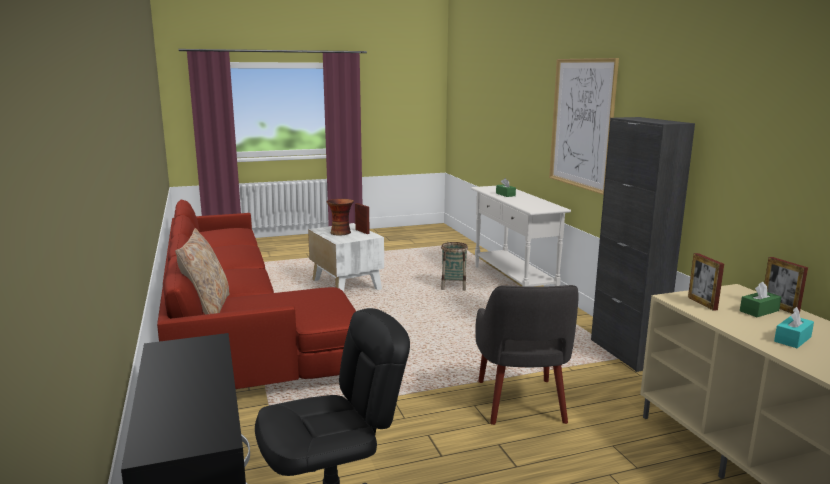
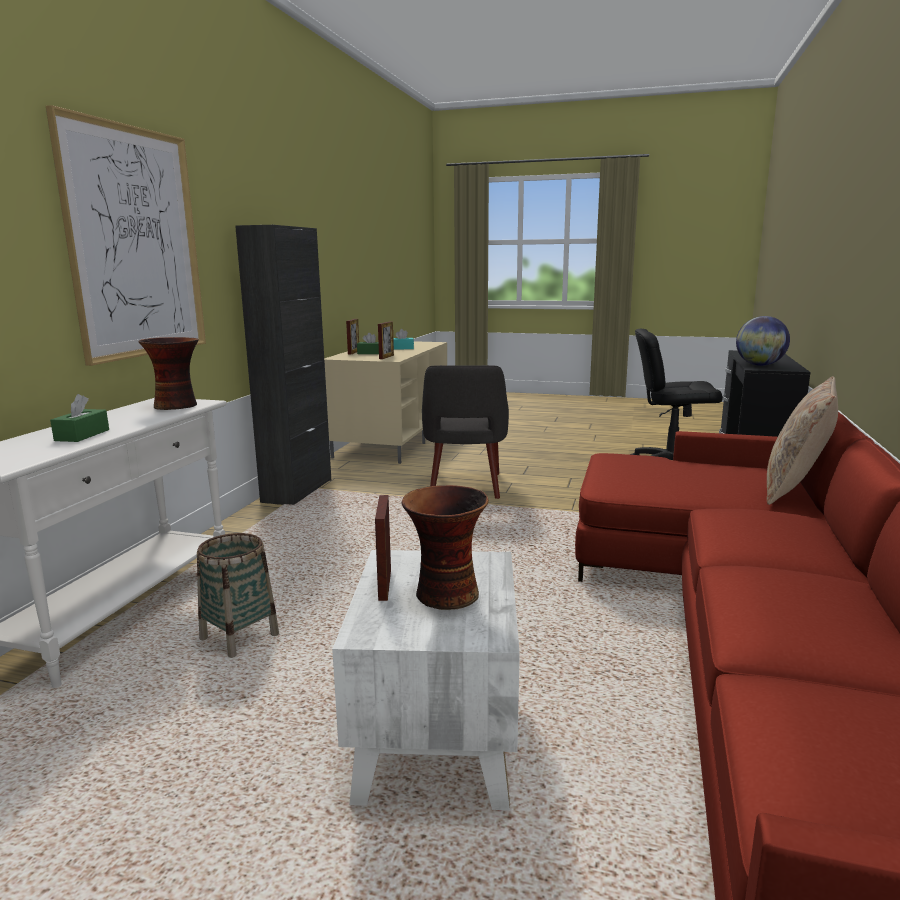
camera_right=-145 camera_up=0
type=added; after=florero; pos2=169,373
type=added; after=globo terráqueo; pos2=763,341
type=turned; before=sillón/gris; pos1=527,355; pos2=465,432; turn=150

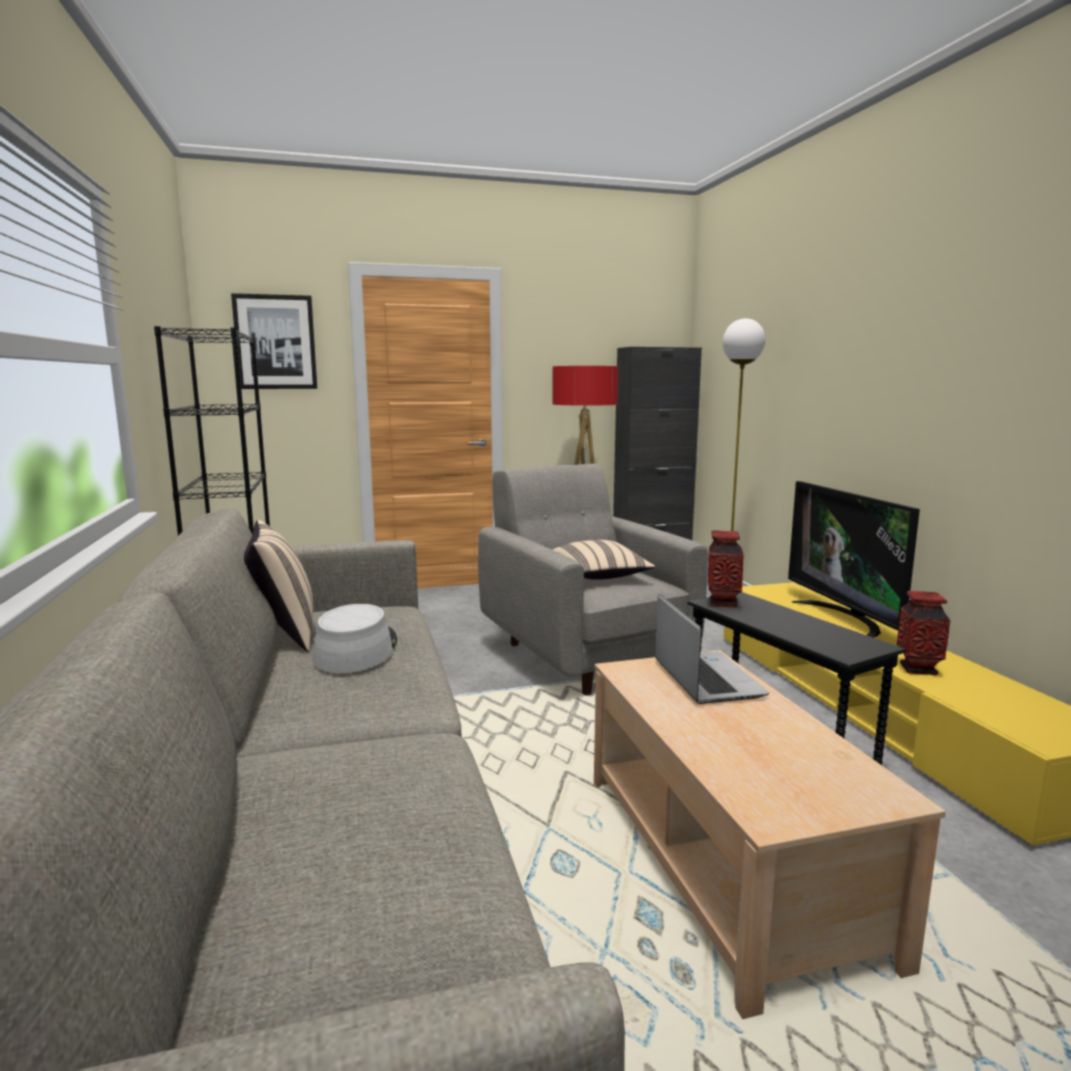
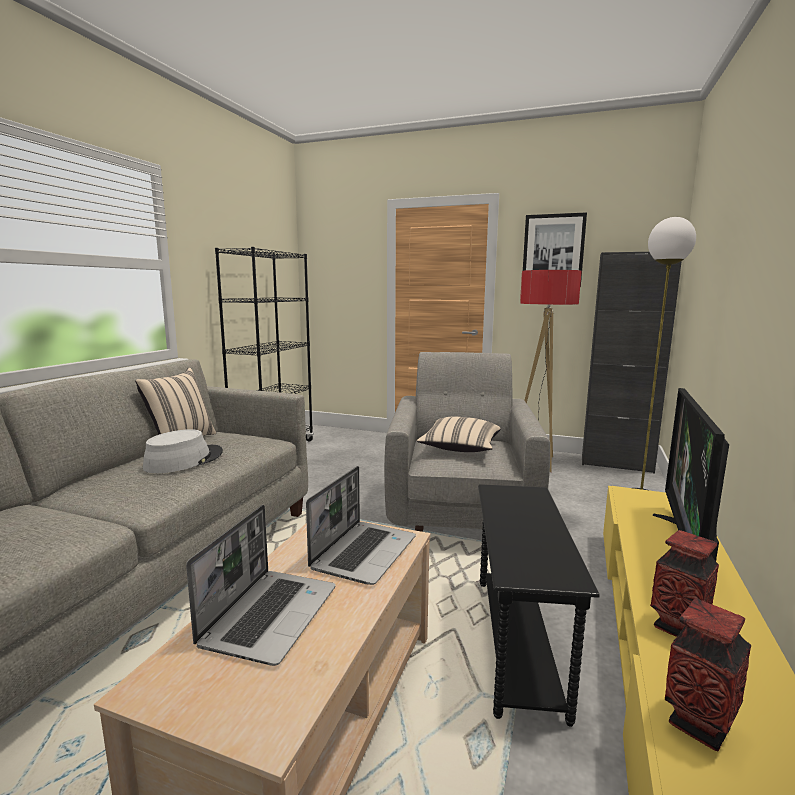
camera_right=35 camera_up=0
type=added; after=portátil; pos2=261,585
type=moved; before=cuadro; pos1=274,341; pos2=555,249
type=moved; before=florero; pos1=726,568; pos2=708,674

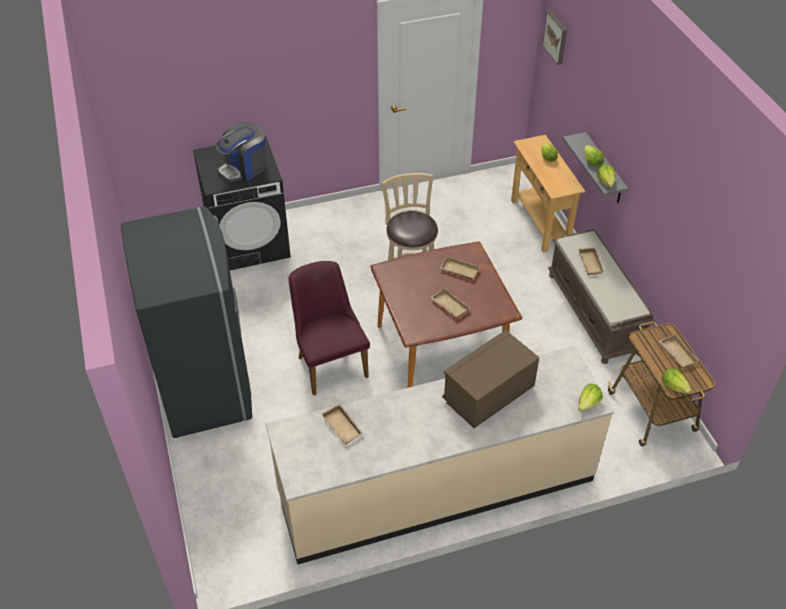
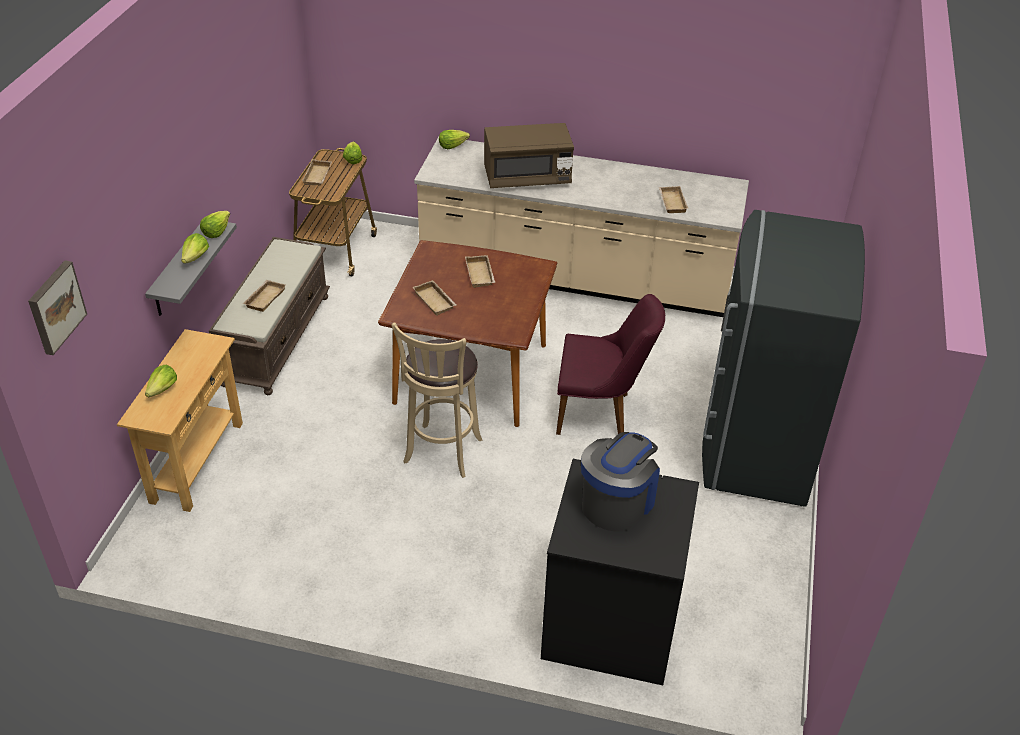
camera_right=-150 camera_up=-5
type=turned; before=cafetera; pos1=241,152; pos2=620,482; turn=-45
type=turned; before=silla/morado; pos1=329,328; pos2=610,364; turn=-90

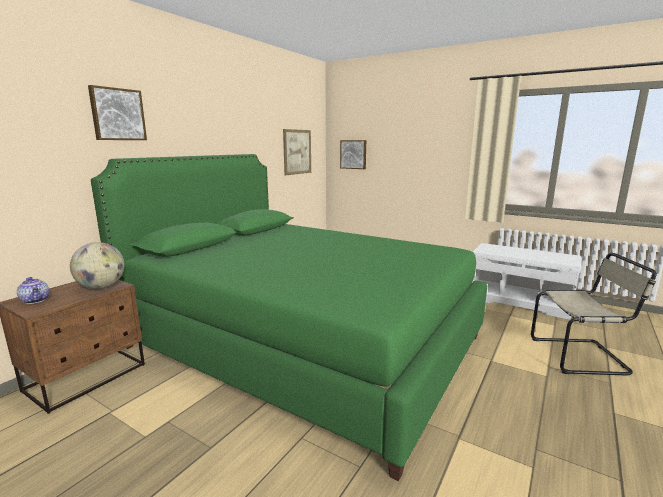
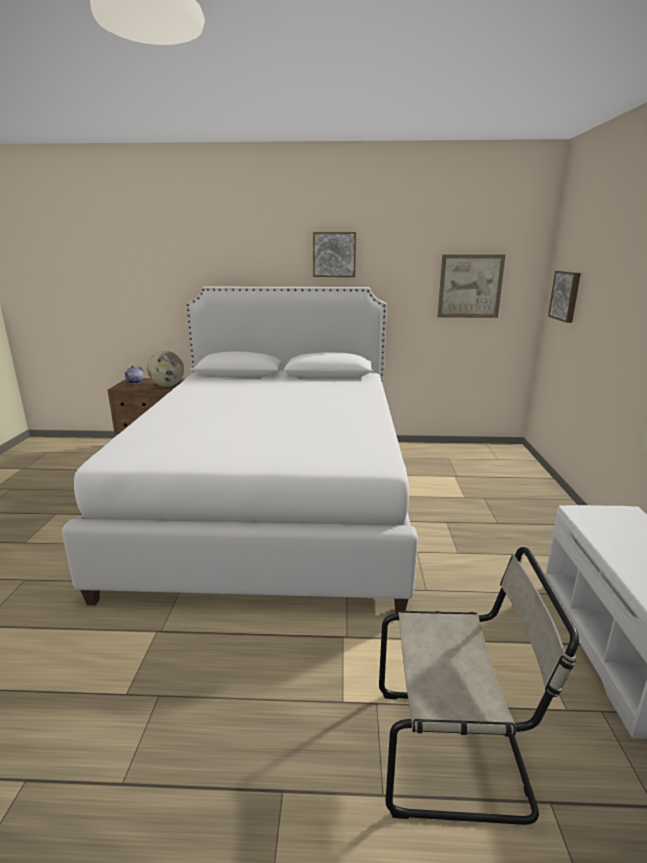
camera_right=60 camera_up=5
type=moved; before=cuadro; pos1=117,112; pos2=334,254
type=recoloured; before=cama/verde; after=cama/blanco; pos1=289,317; pos2=240,450
type=turned; before=silla/beis; pos1=594,314; pos2=479,686; turn=-60

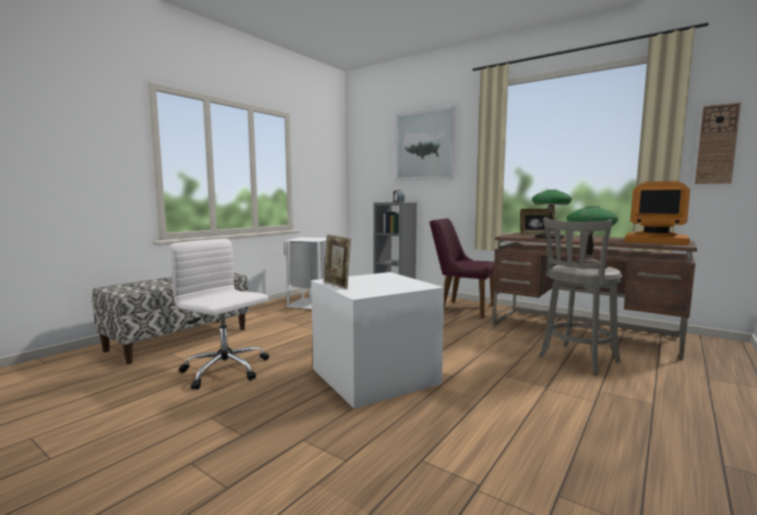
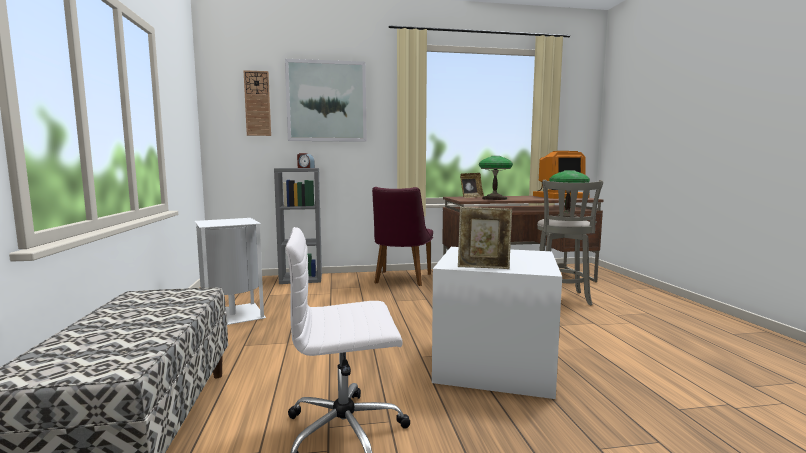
camera_right=-45 camera_up=0
type=moved; before=reloj de pared; pos1=718,143; pos2=257,103
type=turned; before=silla/morado; pos1=462,268; pos2=402,236; turn=-60

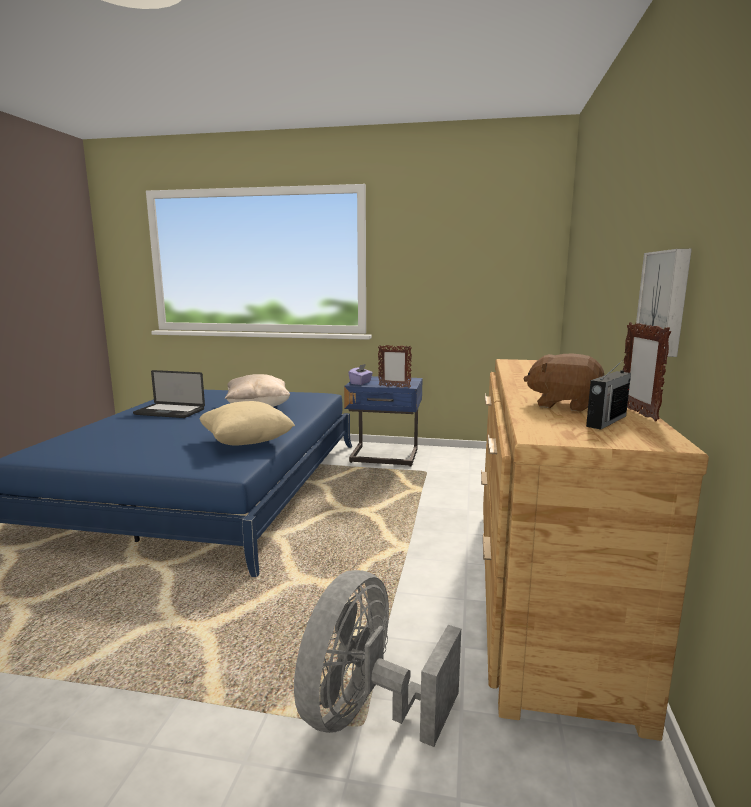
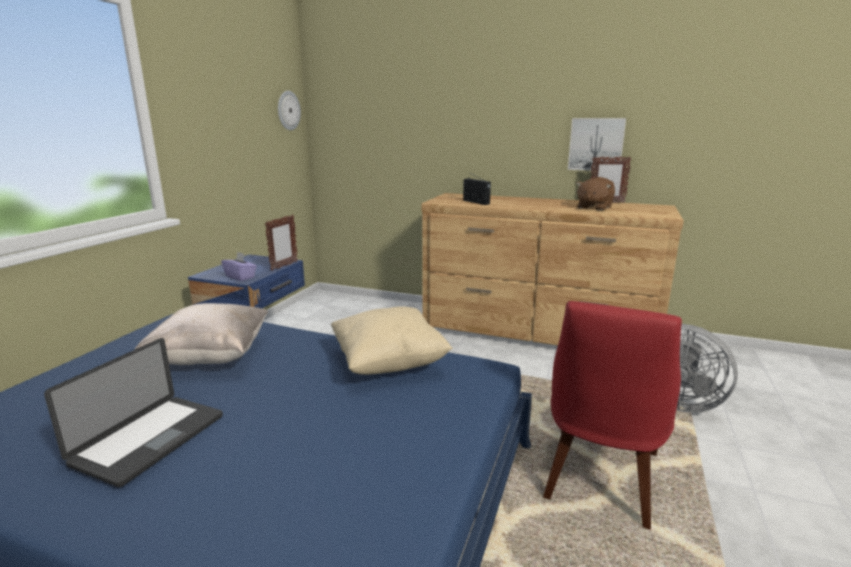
camera_right=-80 camera_up=5
type=added; after=reloj de pared; pos2=289,110
type=added; after=silla/rojo; pos2=612,415
type=moved; before=radio; pos1=608,395; pos2=477,189

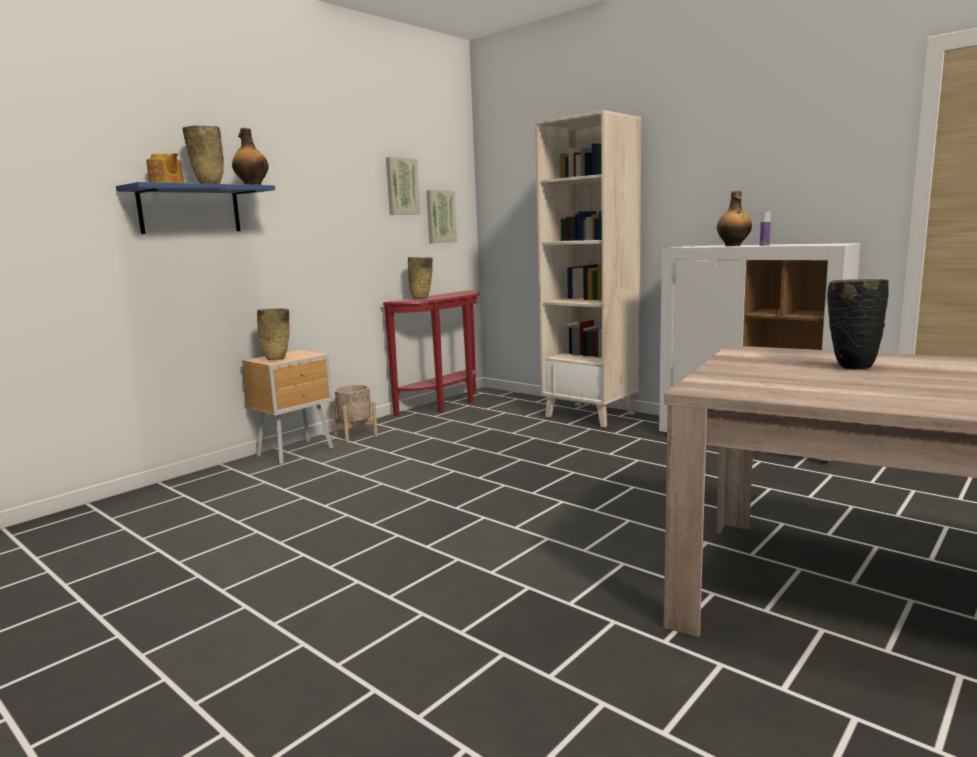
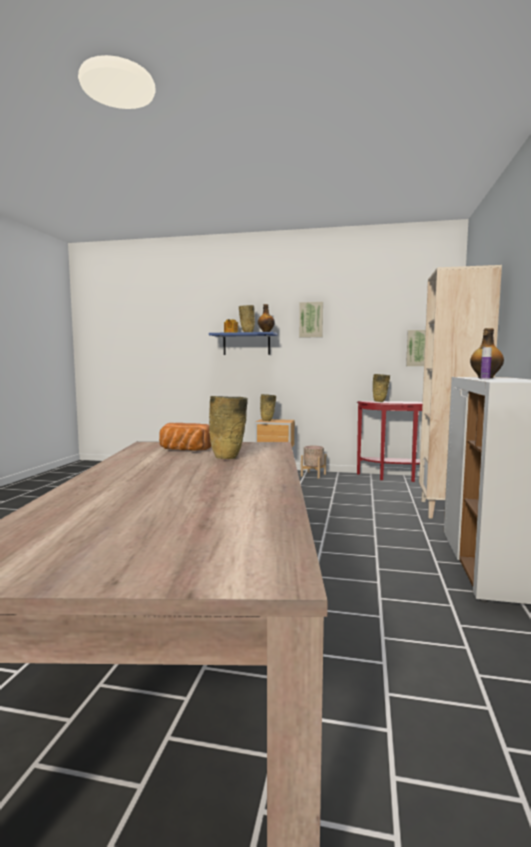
camera_right=60 camera_up=-5
type=added; after=pan; pos2=185,437
type=moved; before=cuadro; pos1=403,186; pos2=311,320
type=recoloured; before=florero/negro; after=florero/beis; pos1=858,324; pos2=228,427

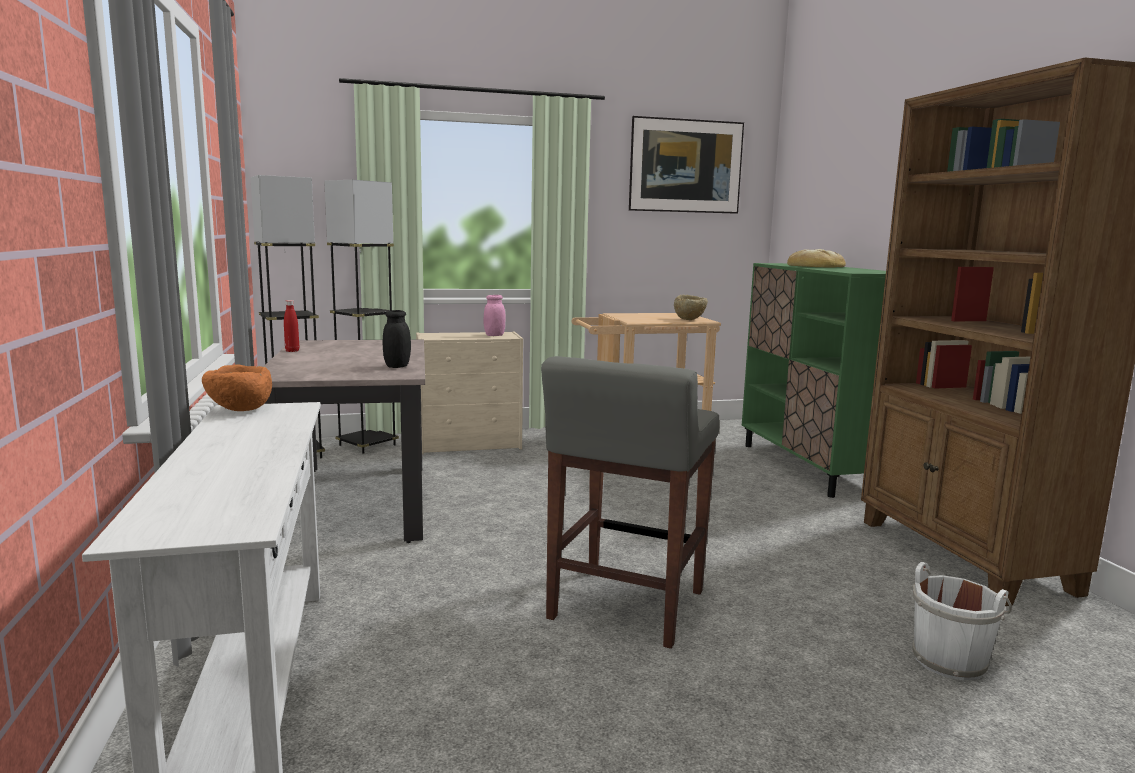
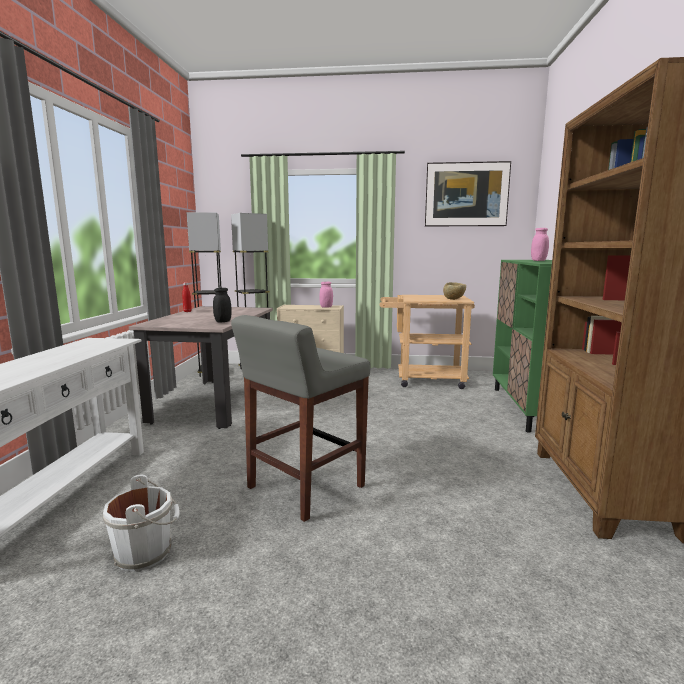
camera_right=20 camera_up=0
type=removed; before=cuenco/naranja; pos1=237,388
type=moved; before=cubo/blanco; pos1=962,621; pos2=141,523
type=replaced; before=pan; after=tarro/rosa; pos1=816,258; pos2=540,244

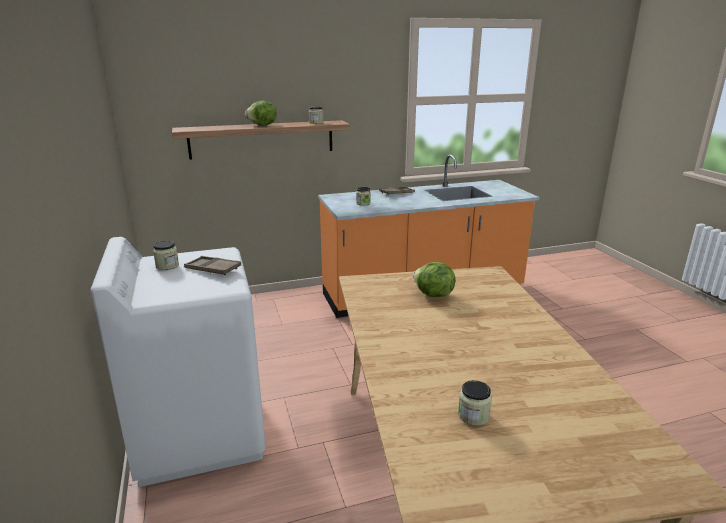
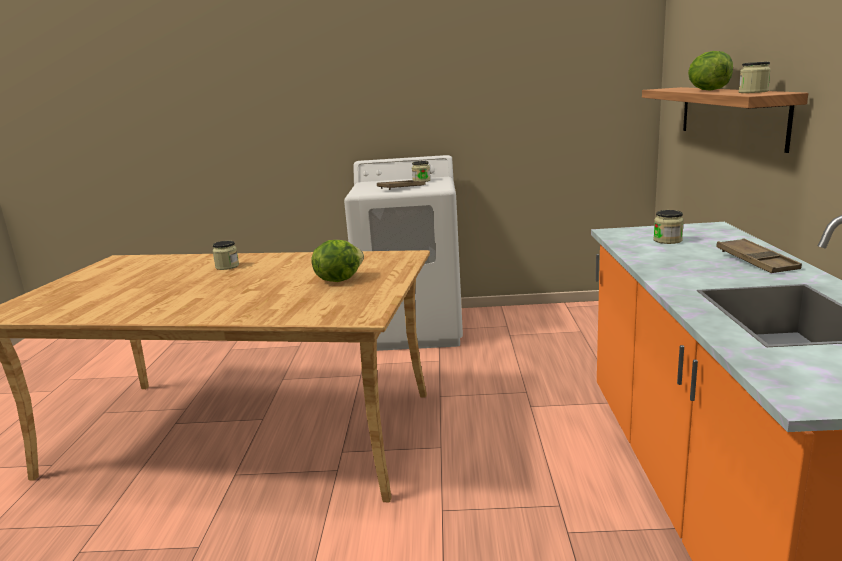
camera_right=110 camera_up=-5
type=moved; before=tarro; pos1=475,403; pos2=225,255

